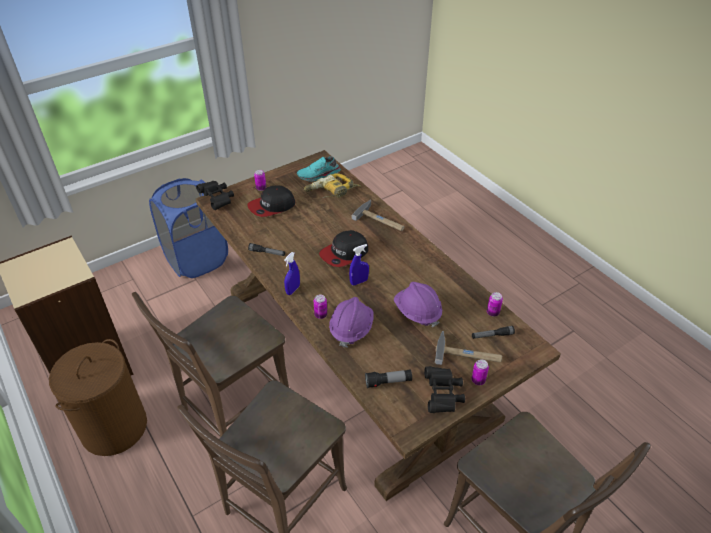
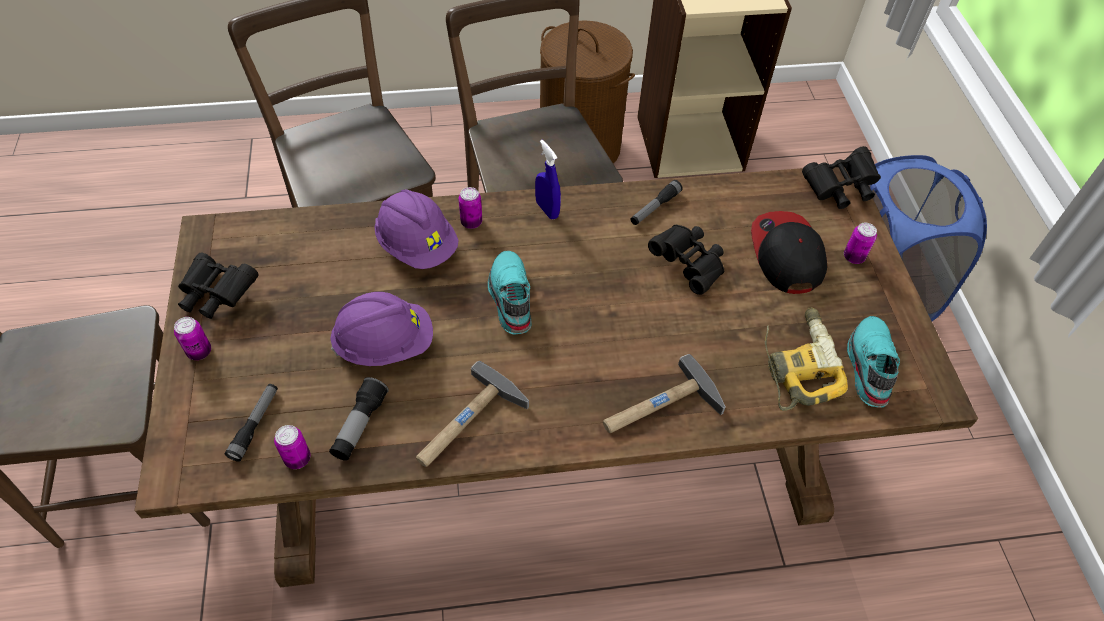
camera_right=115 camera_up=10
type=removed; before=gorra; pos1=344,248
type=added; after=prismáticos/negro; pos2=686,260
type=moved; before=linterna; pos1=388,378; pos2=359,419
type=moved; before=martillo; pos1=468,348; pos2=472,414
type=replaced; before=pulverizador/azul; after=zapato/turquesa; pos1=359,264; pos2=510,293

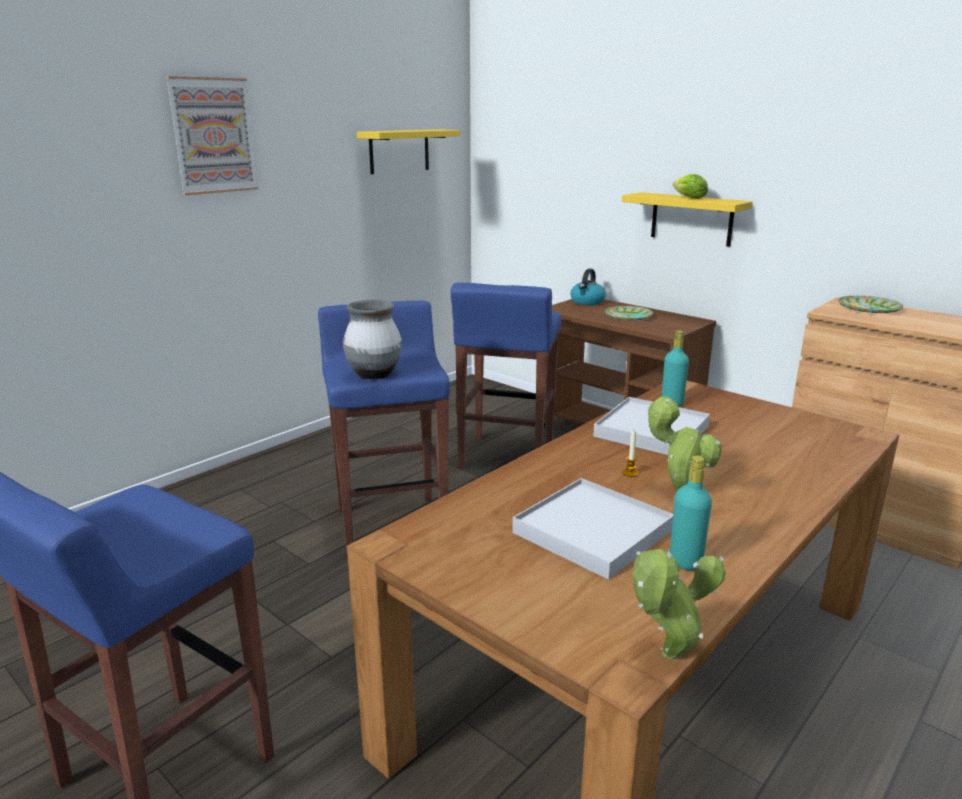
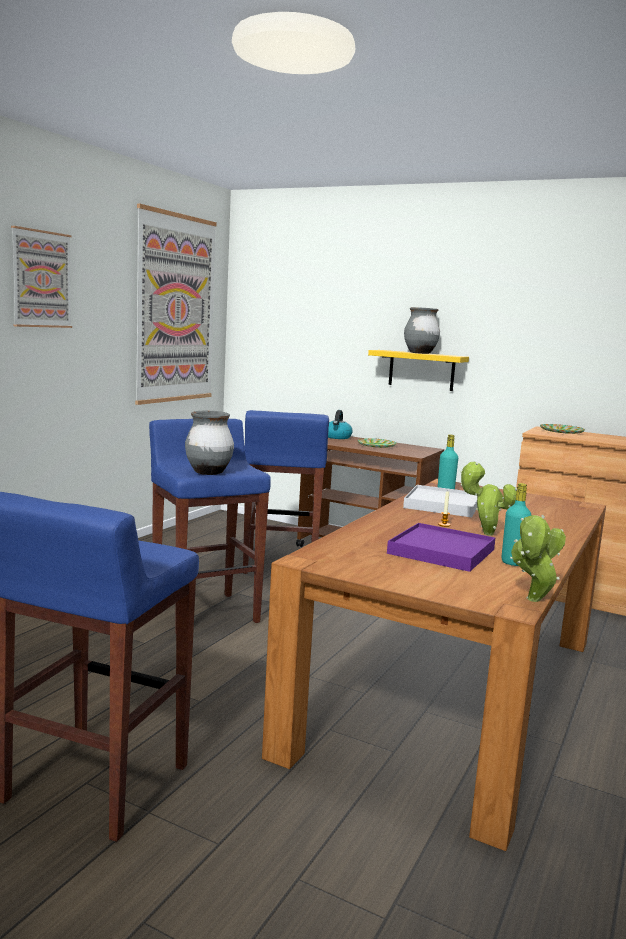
camera_right=-15 camera_up=-10
type=replaced; before=estante/amarillo; after=cuadro; pos1=408,151; pos2=176,304
type=replaced; before=lechuga; after=florero/gris; pos1=690,186; pos2=422,330
type=recoloured; before=bandeja/blanco; after=bandeja/morado; pos1=592,529; pos2=441,547

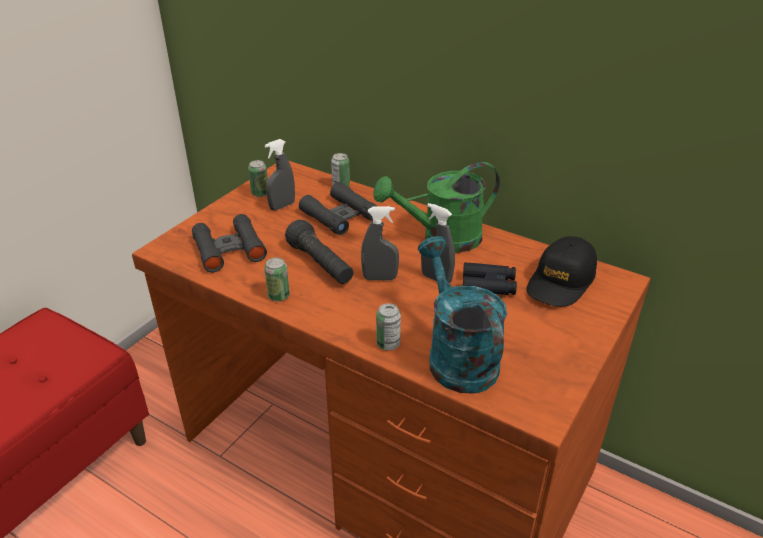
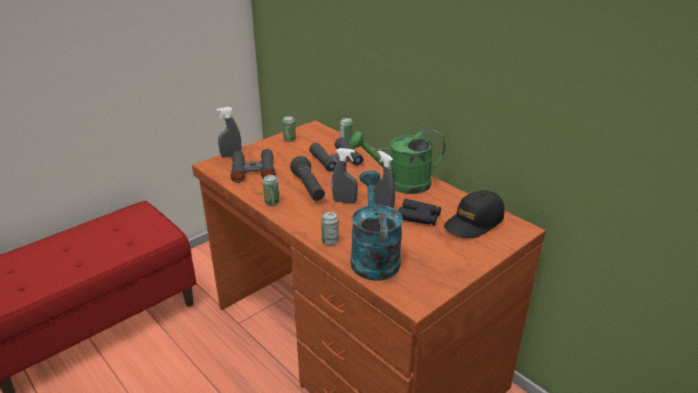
camera_right=15 camera_up=-5
type=moved; before=pulverizador/gris; pos1=280,175; pos2=229,132

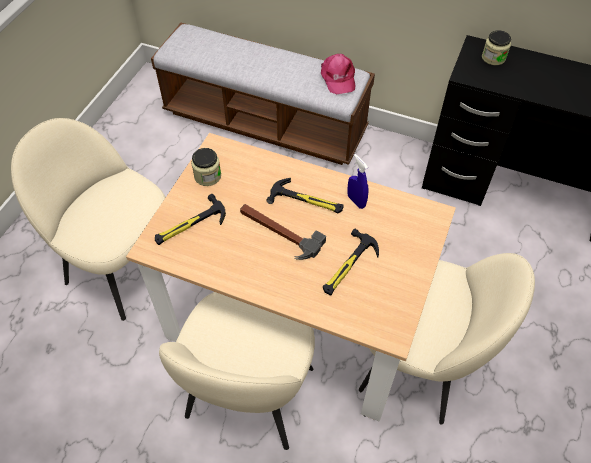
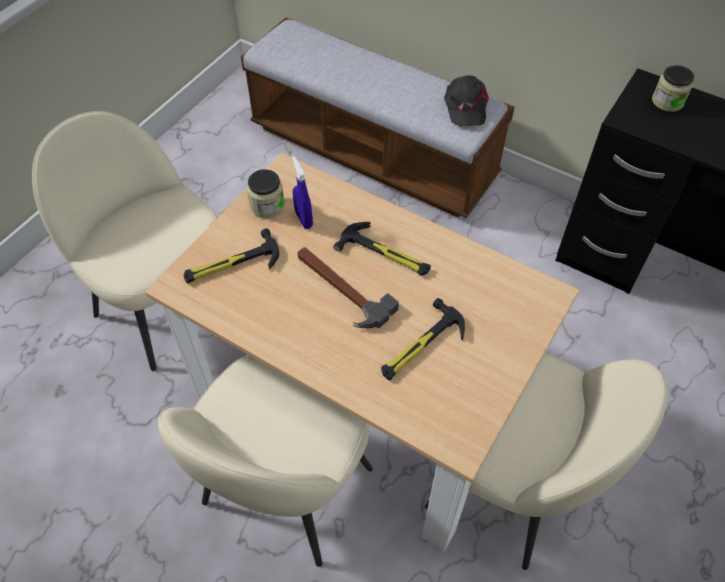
camera_right=10 camera_up=0
type=moved; before=pulverizador/azul; pos1=357,181; pos2=302,192
type=recoloured; before=gorra/rosa; after=gorra/negro; pos1=338,74; pos2=466,100

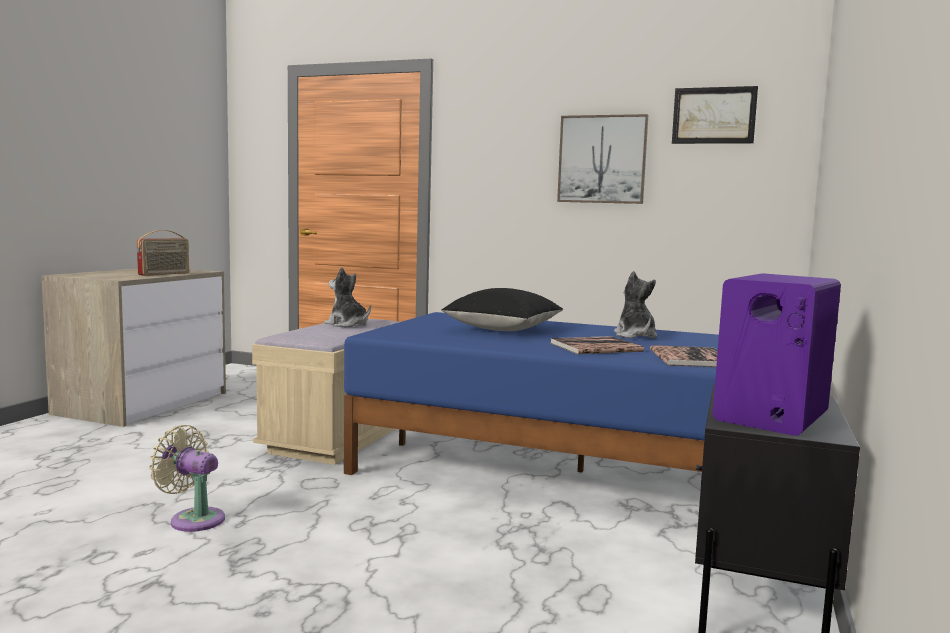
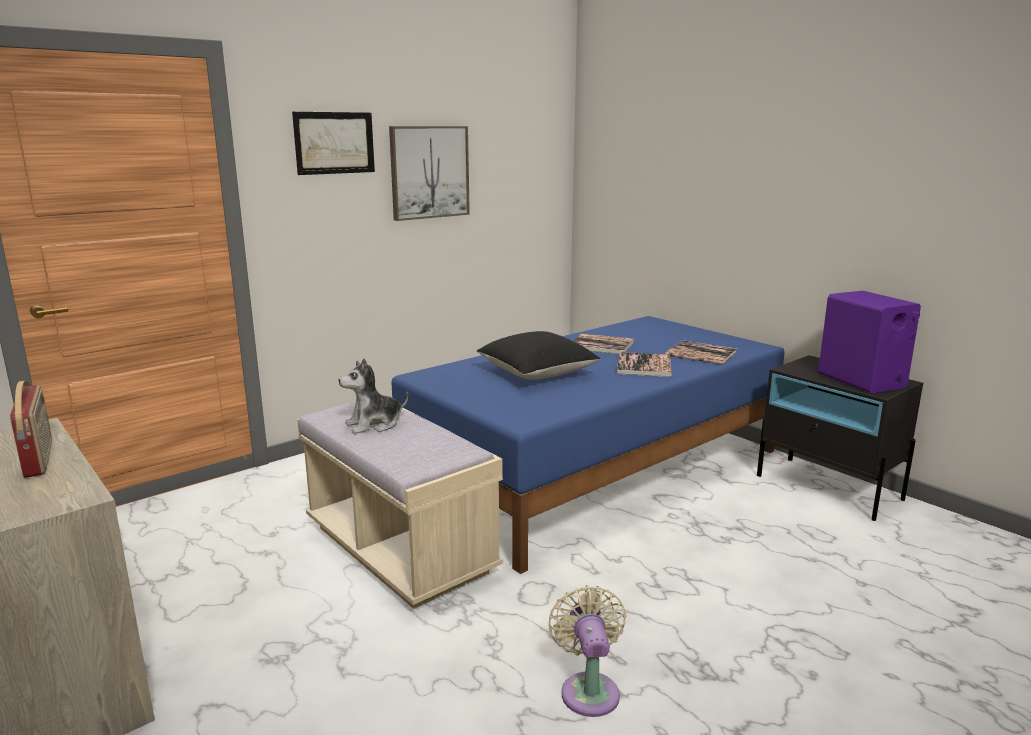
camera_right=-60 camera_up=10
type=moved; before=cuadro; pos1=715,115; pos2=333,143
type=replaced; before=peluche; after=libro; pos1=635,304; pos2=604,344
type=turned; before=ventilador/beis; pos1=187,478; pos2=587,651; turn=120

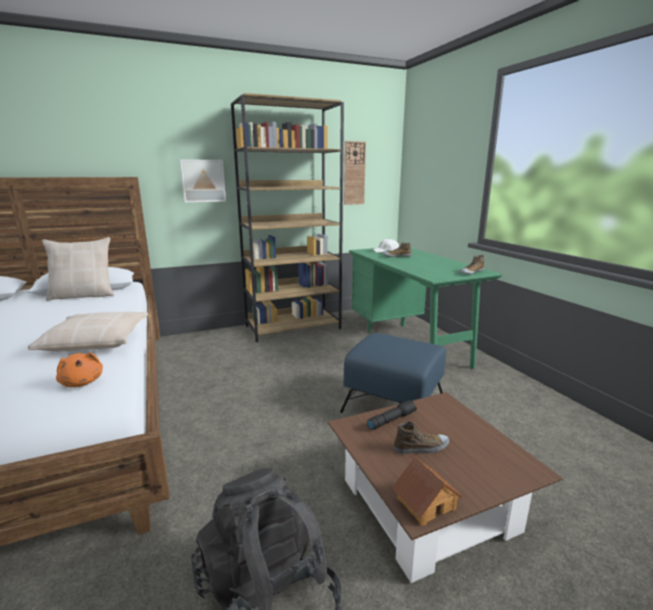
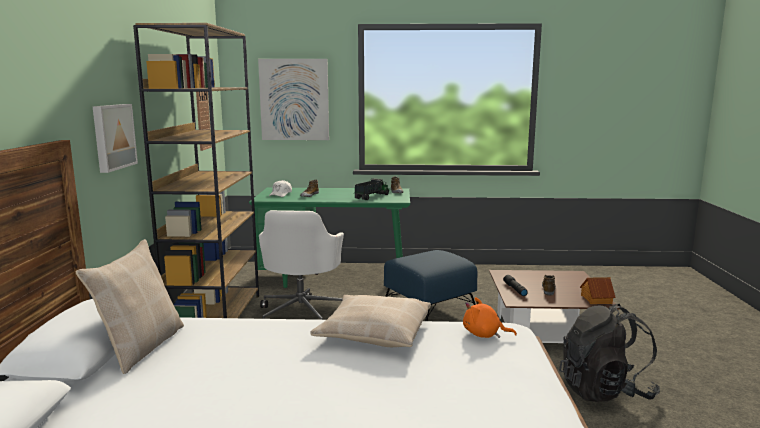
camera_right=-65 camera_up=-5
type=added; after=cuadro; pos2=293,99
type=added; after=silla de oficina/blanco; pos2=301,265
type=added; after=camión de juguete; pos2=372,189
type=turned; before=peluche/naranja; pos1=79,369; pos2=490,317; turn=-150

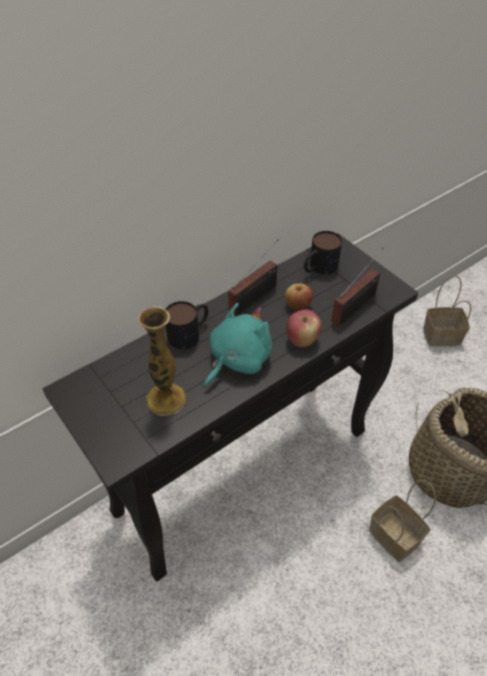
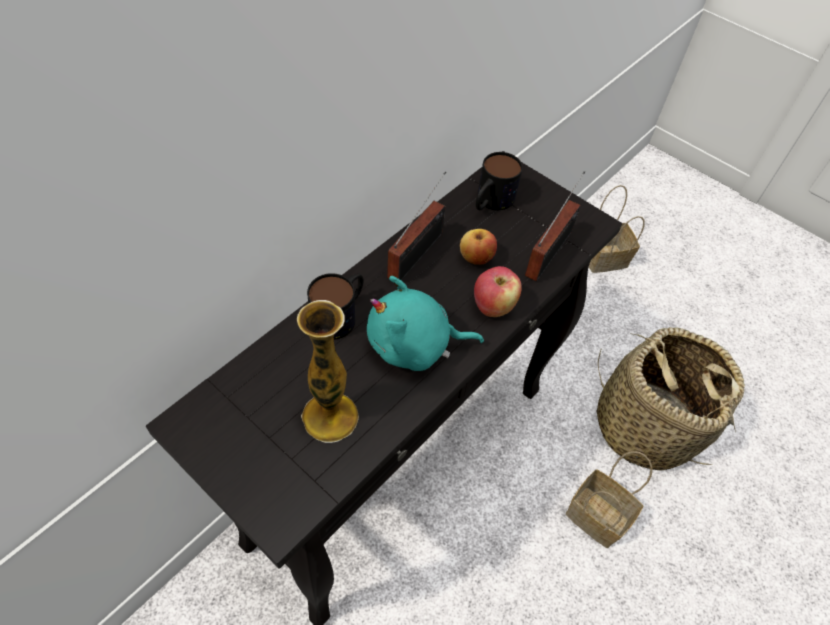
camera_right=-15 camera_up=5
type=turned; before=peluche/turquesa; pos1=237,345; pos2=425,323; turn=-120

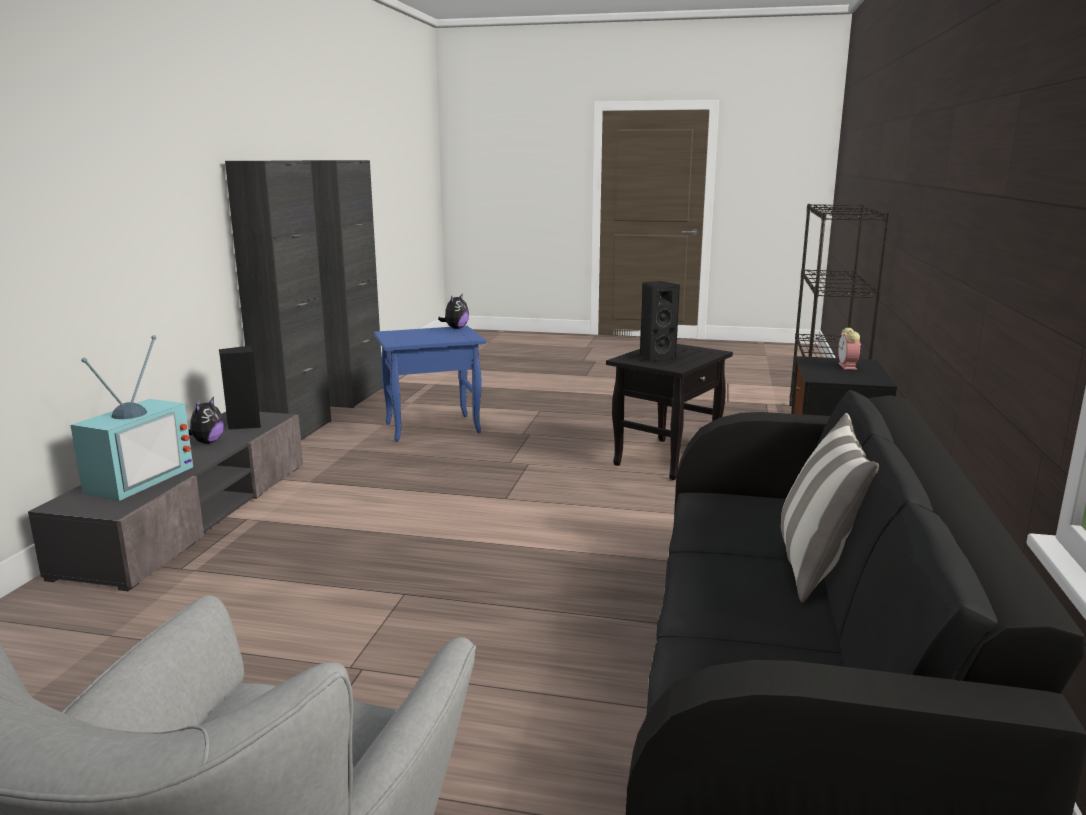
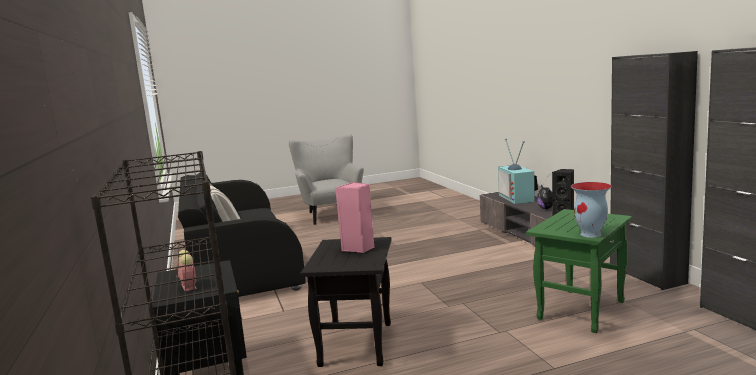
camera_right=150 camera_up=-5
type=replaced; before=peluche; after=florero; pos1=453,311; pos2=591,210
type=recoloured; before=mesa auxiliar/azul; after=mesa auxiliar/verde; pos1=430,384; pos2=579,271
type=recoloured; before=altavoz/negro; after=altavoz/rosa; pos1=660,321; pos2=355,217

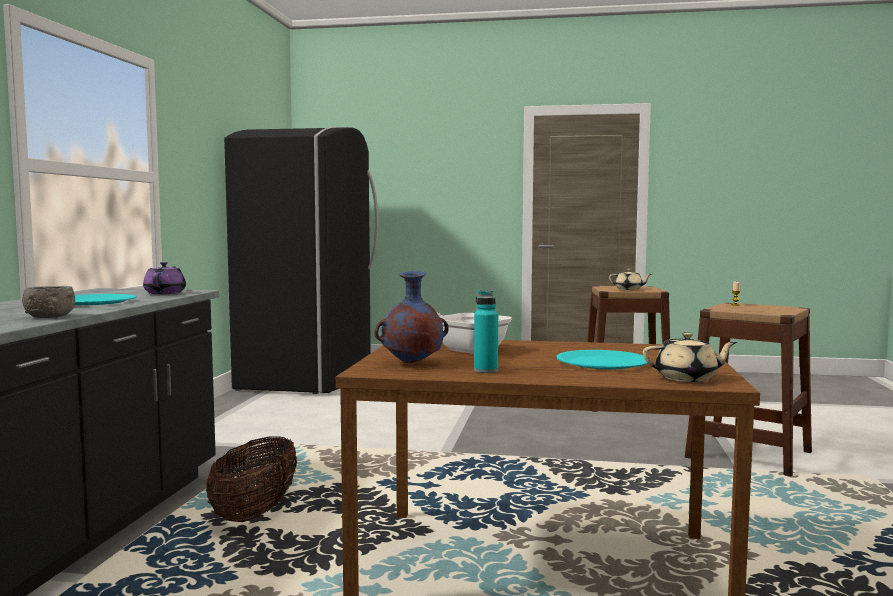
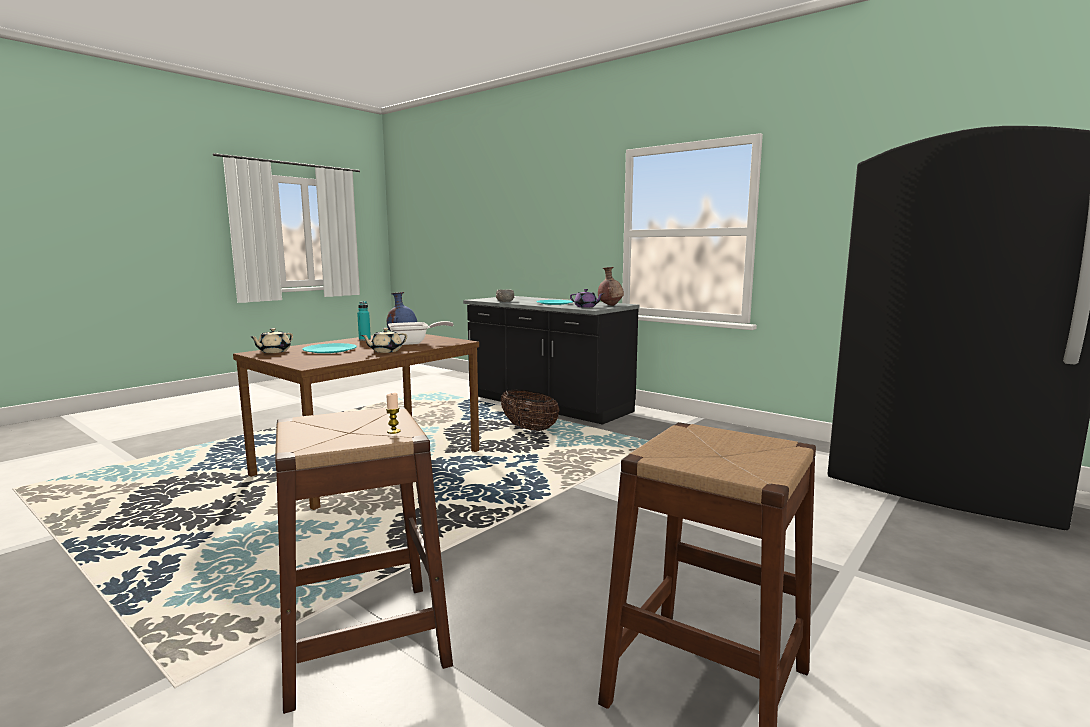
camera_right=120 camera_up=5
type=added; after=florero/marrón; pos2=611,286
type=moved; before=tetera/beis; pos1=630,279; pos2=384,340

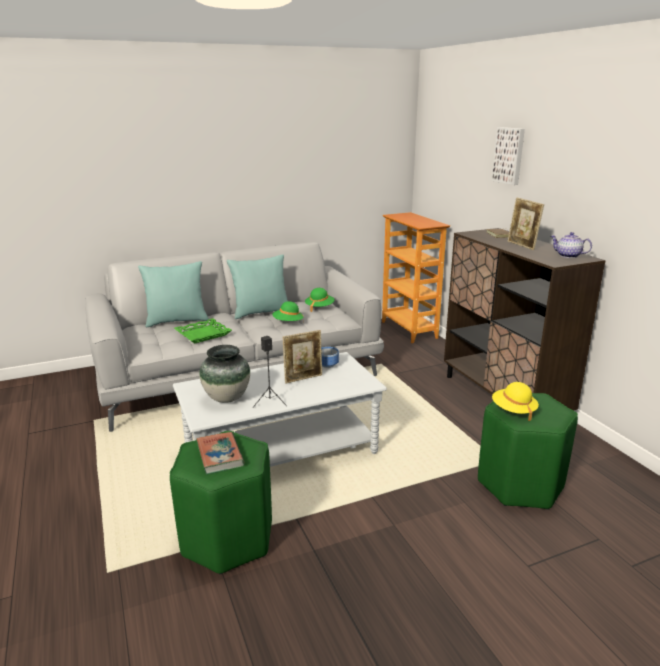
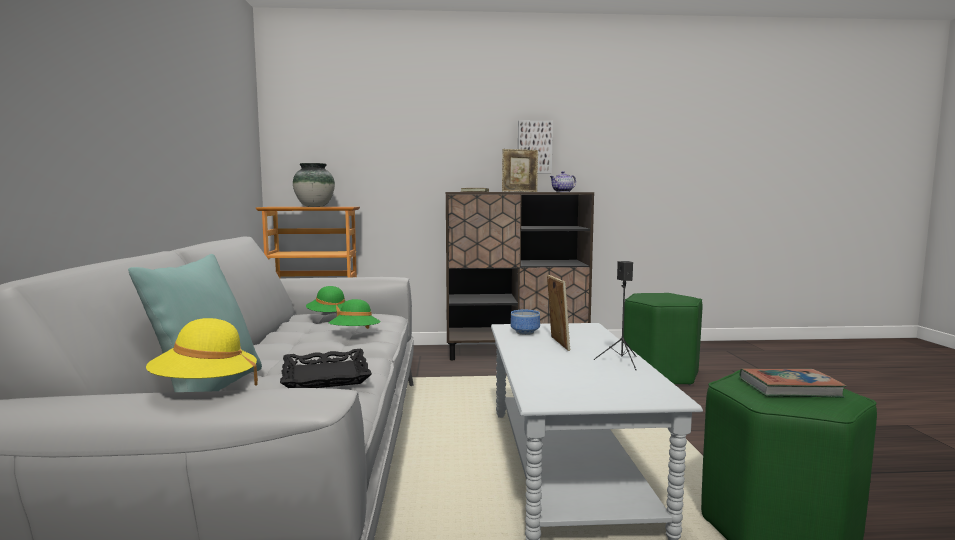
camera_right=-70 camera_up=-15
type=removed; before=cojín/turquesa; pos1=257,287
type=moved; before=florero; pos1=224,374; pos2=314,185
type=moved; before=cuadro; pos1=508,156; pos2=535,147
type=moved; before=sombrero/amarillo; pos1=515,401; pos2=202,352
type=recoloured; before=bandeja/verde; after=bandeja/negro; pos1=203,331; pos2=326,368

